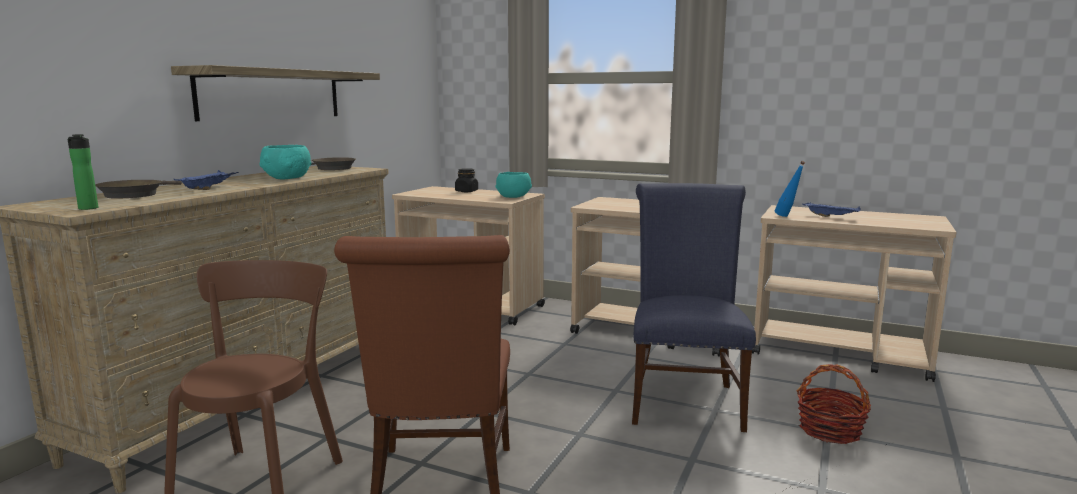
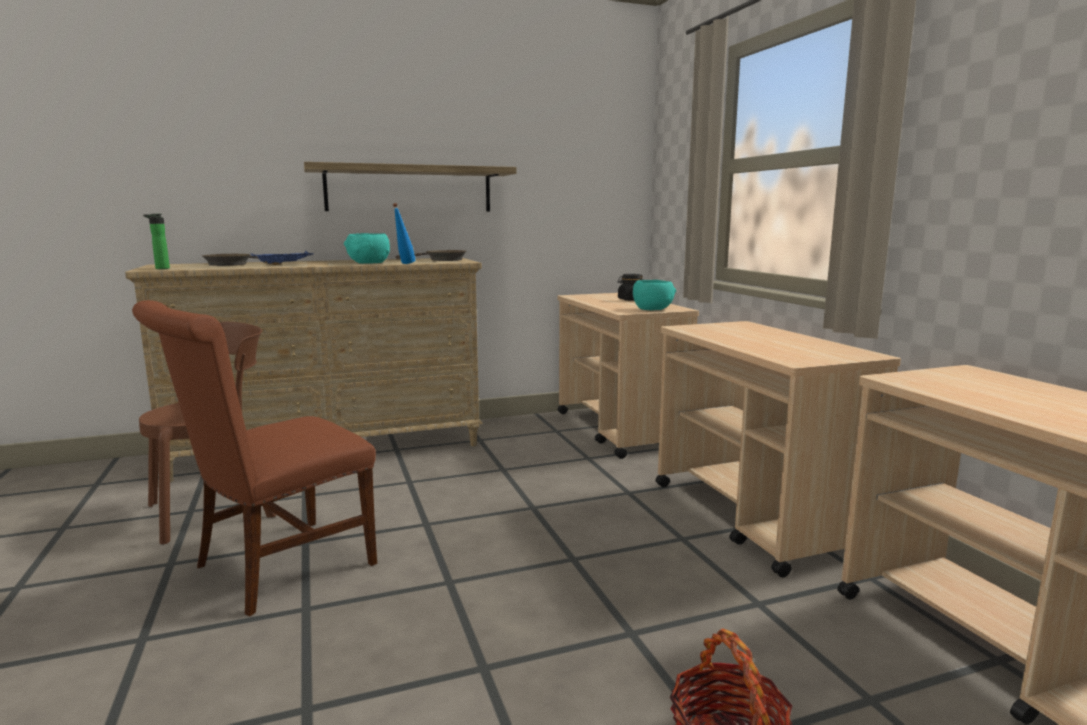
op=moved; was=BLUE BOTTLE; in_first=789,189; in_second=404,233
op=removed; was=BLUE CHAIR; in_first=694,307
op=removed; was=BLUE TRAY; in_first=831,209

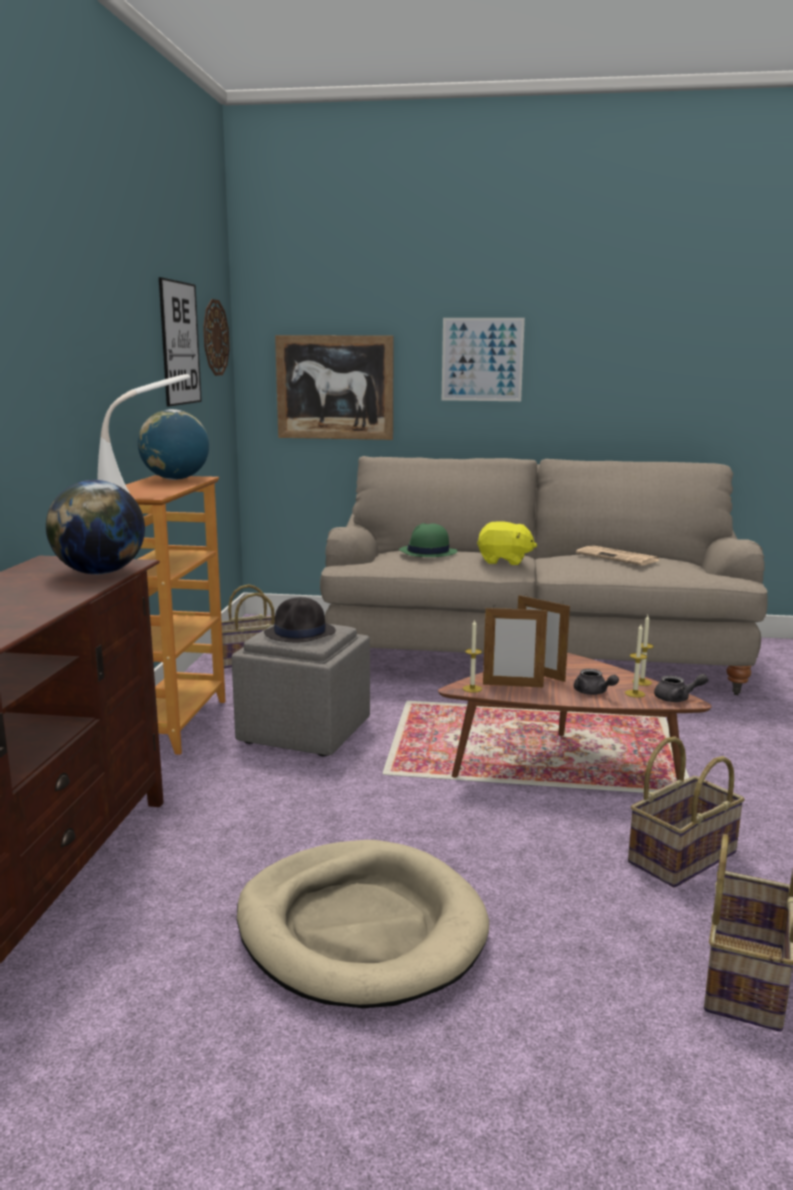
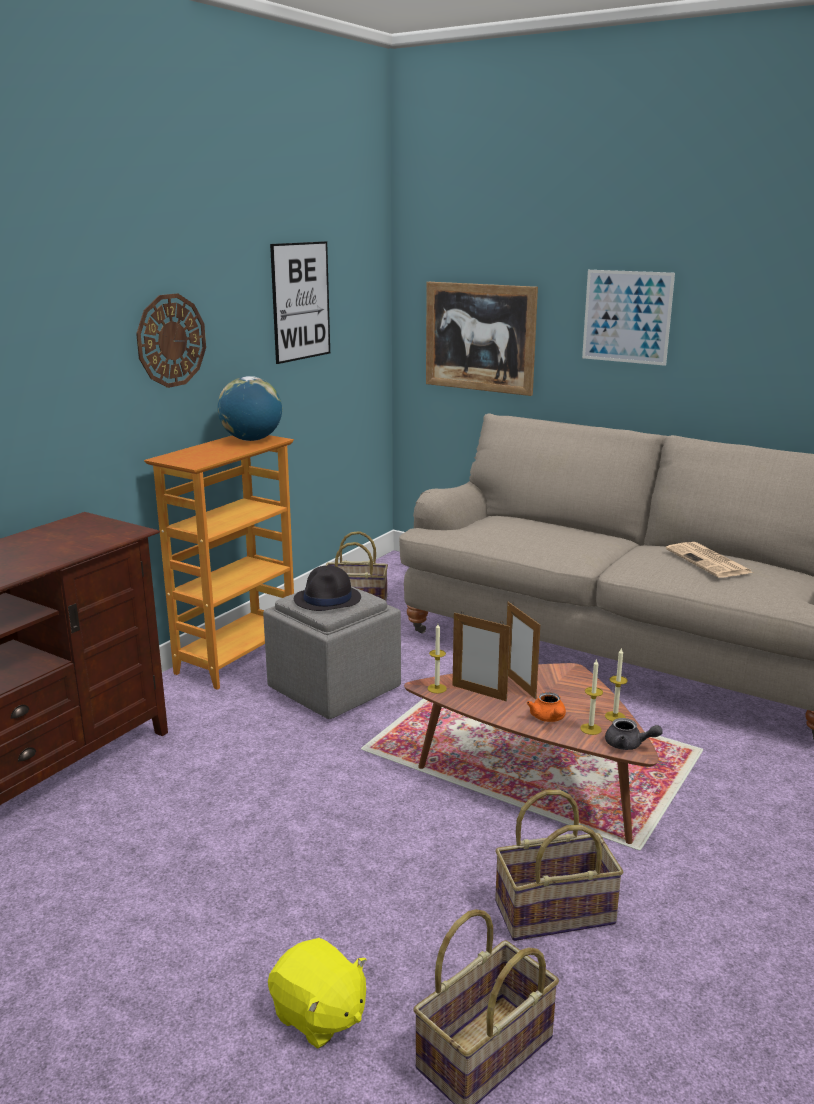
op=moved; was=WALL CLOCK; in_first=216,337; in_second=171,340
op=moved; was=YELLOW PLUSH TOY; in_first=507,543; in_second=317,993
op=recoloured; was=GREY TEAPOT; now=ORANGE TEAPOT; in_first=596,682; in_second=546,707
op=removed; was=GLOBE; in_first=95,527
op=removed; was=WHITE TABLE LAMP; in_first=143,434
op=removed; was=BEIGE DOG BED; in_first=363,924
op=removed; was=GREEN HAT; in_first=428,540

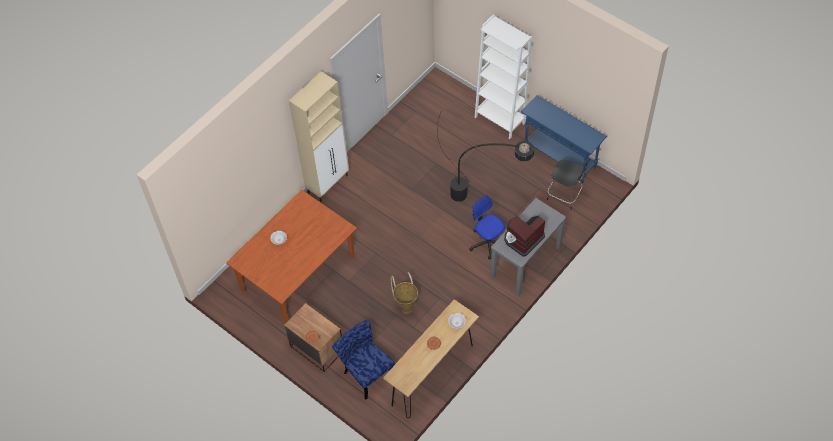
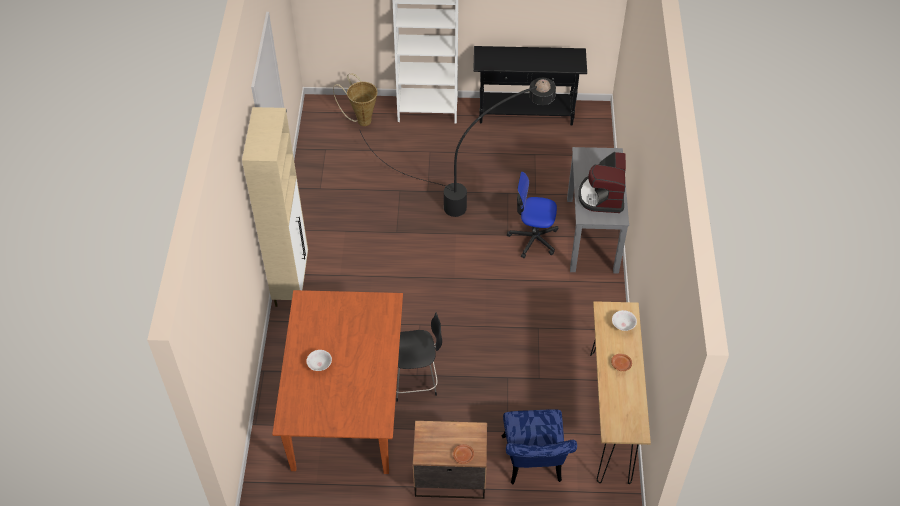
op=moved; was=BASKET; in_first=404,293; in_second=355,100
op=moved; was=BLACK CHAIR; in_first=568,183; in_second=419,357
op=recoloured; was=BLUE CONSOLE TABLE; now=BLACK CONSOLE TABLE; in_first=564,139; in_second=530,86
op=turned; was=BLUE CHAIR; in_first=363,360; in_second=539,446; clockwise=-105

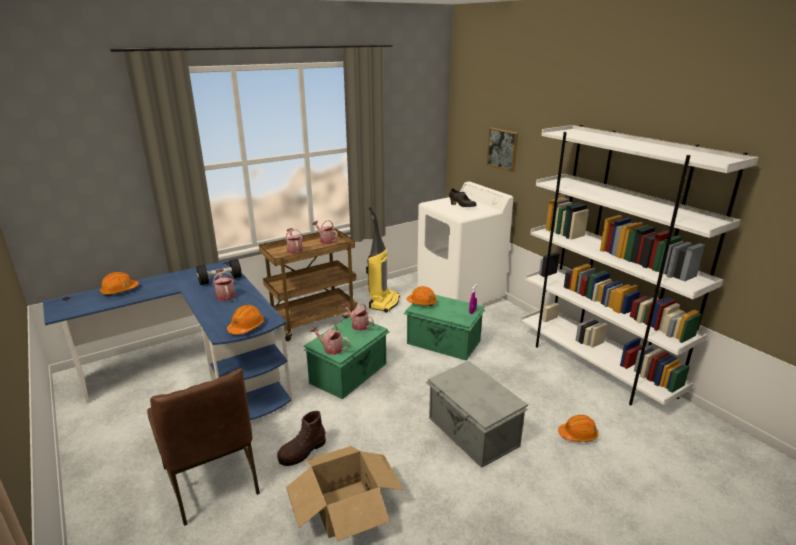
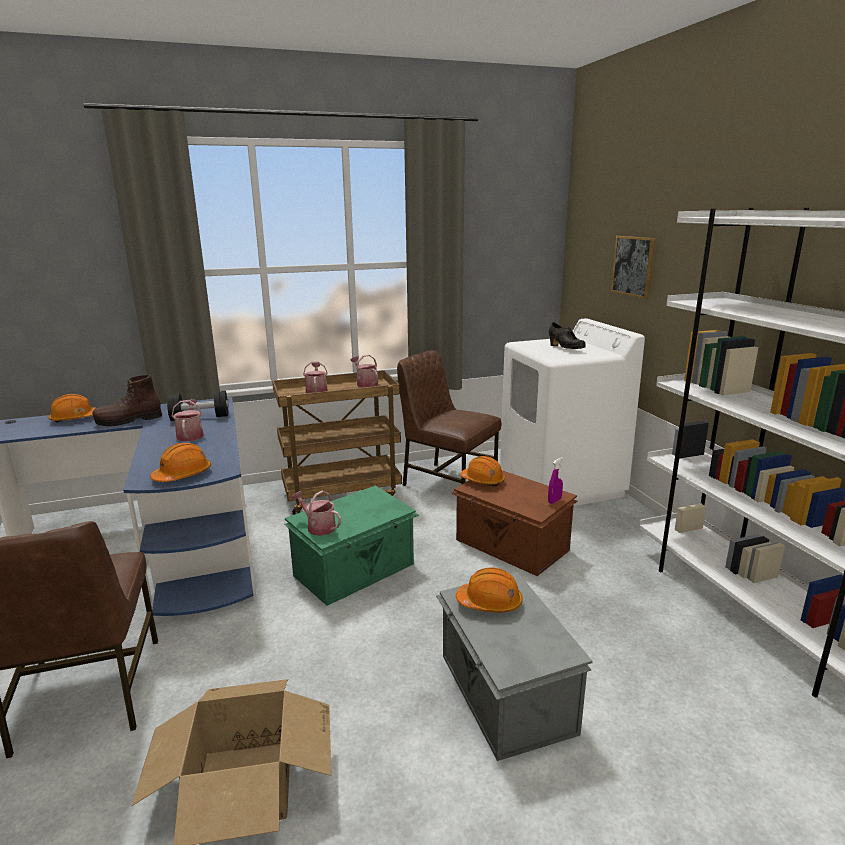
op=moved; was=BROWN BOOT; in_first=301,438; in_second=127,400
op=replaced; was=VACUUM CLEANER; now=BROWN CHAIR; in_first=383,259; in_second=449,418
op=recoloured; was=GREEN STORAGE BOX; now=BROWN STORAGE BOX; in_first=444,328; in_second=514,523
op=moved; was=ORANGE HARD HAT; in_first=578,428; in_second=489,590
op=removed; was=WATERING CAN; in_first=357,316

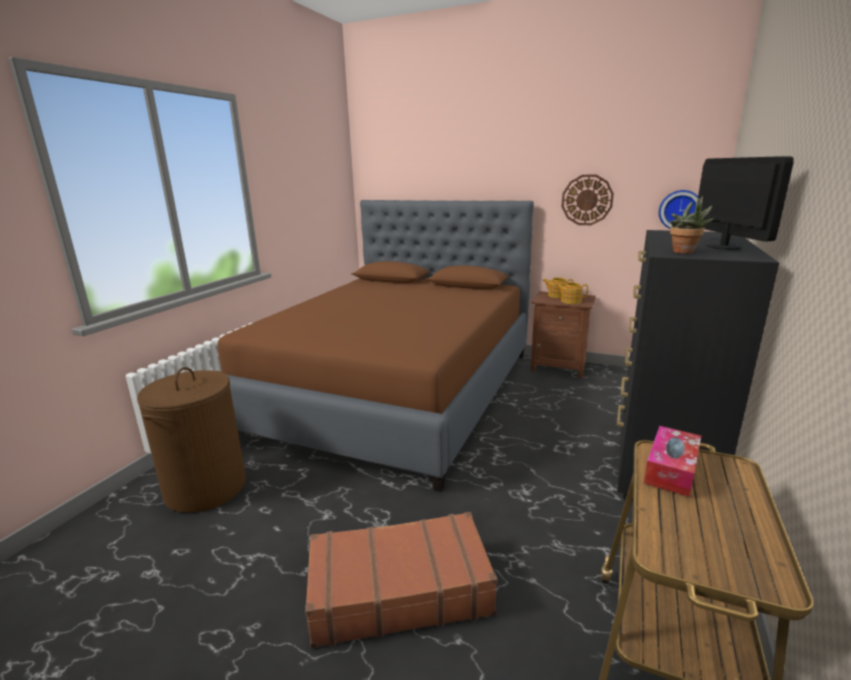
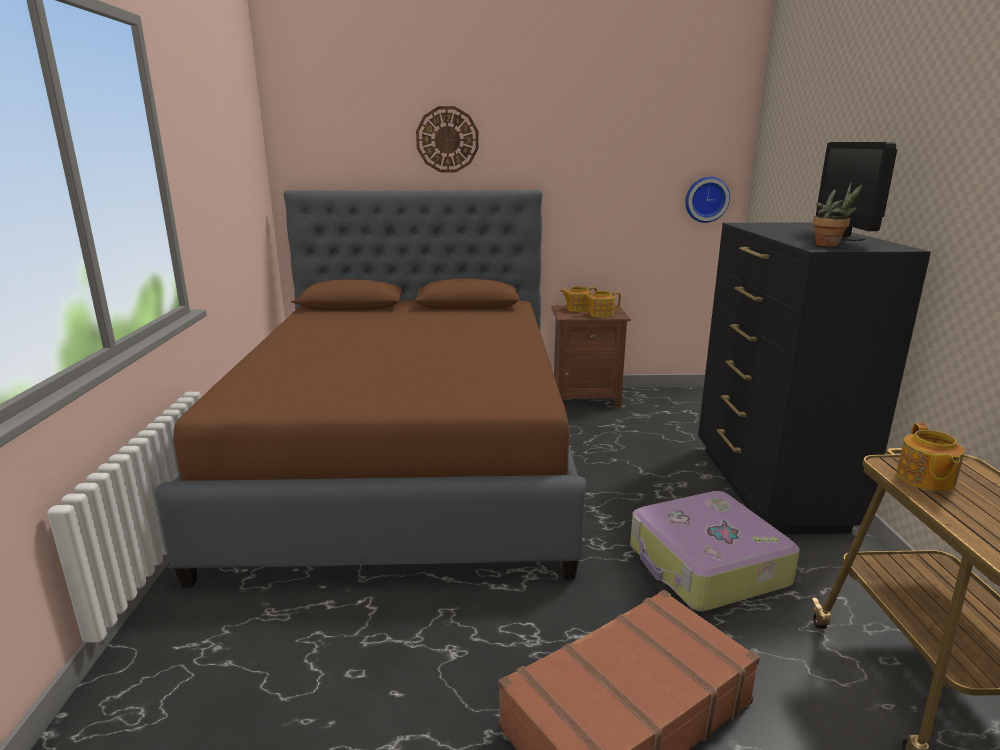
op=moved; was=WALL CLOCK; in_first=587,199; in_second=447,139
op=added; now=SUITCASE; in_second=715,551
op=turned; was=MONITOR; in_first=746,203; in_second=856,191; clockwise=-150
op=replaced; was=TISSUE BOX; now=TEAPOT; in_first=672,461; in_second=930,457
op=removed; was=BROWN LAUNDRY BASKET; in_first=191,440

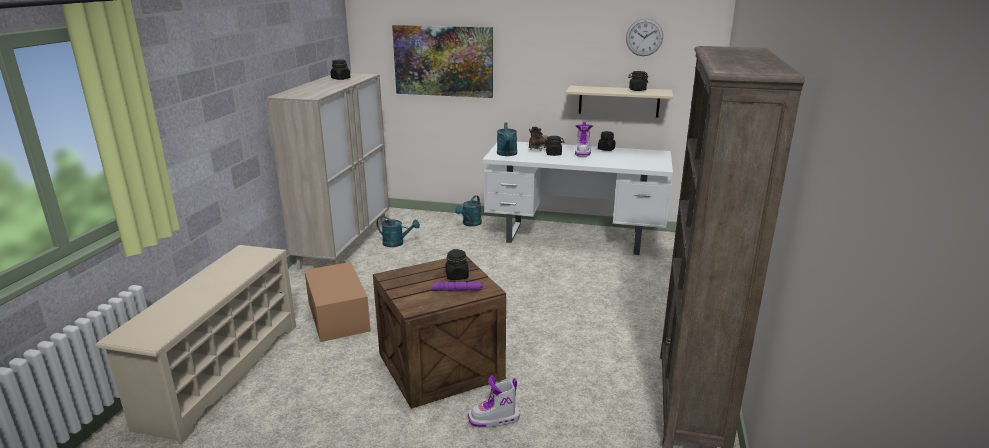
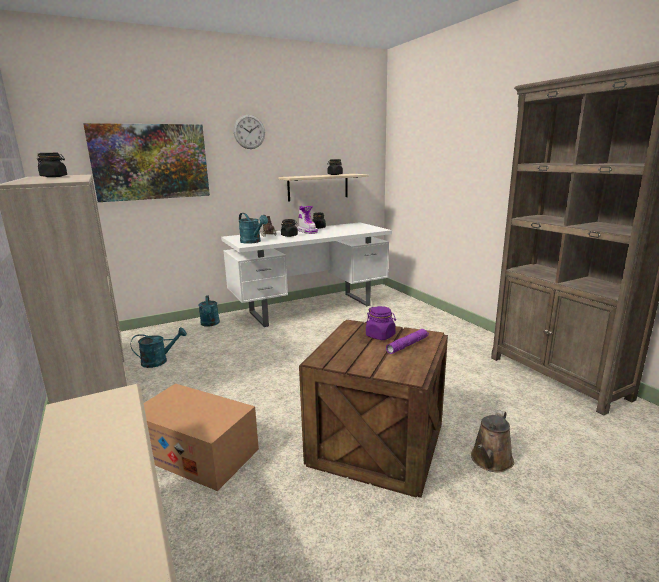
op=moved; was=WALL CLOCK; in_first=644,37; in_second=249,132
op=recoloured; was=BLACK JAR; now=PURPLE JAR; in_first=457,264; in_second=381,323
op=replaced; was=BOOT; now=BROWN WATERING CAN; in_first=494,401; in_second=492,441

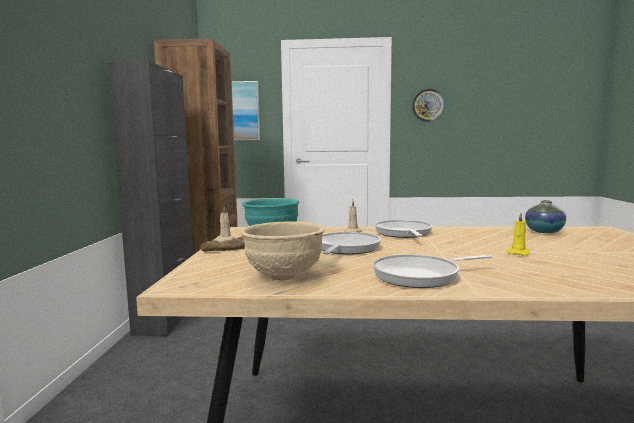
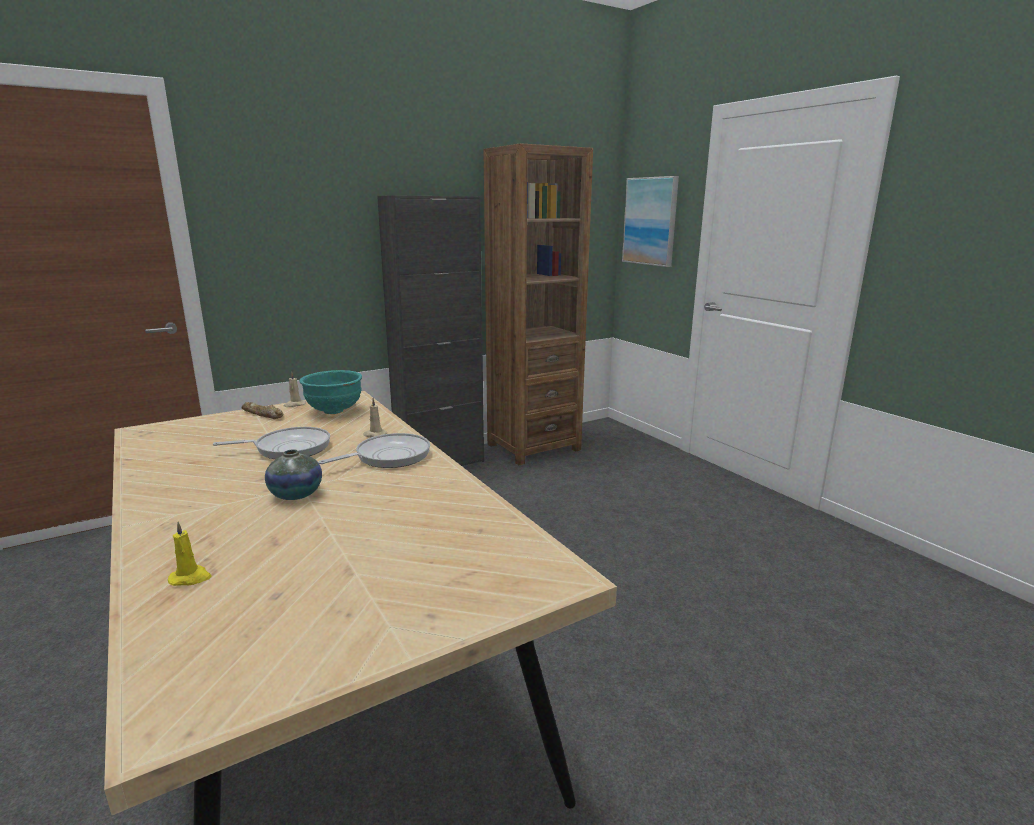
op=moved; was=YELLOW CANDLE; in_first=518,234; in_second=190,554
op=moved; was=VASE; in_first=545,216; in_second=293,474
op=removed; was=BEIGE BOWL; in_first=282,250
op=removed; was=FRYING PAN; in_first=432,271
op=removed; was=WALL CLOCK; in_first=428,105

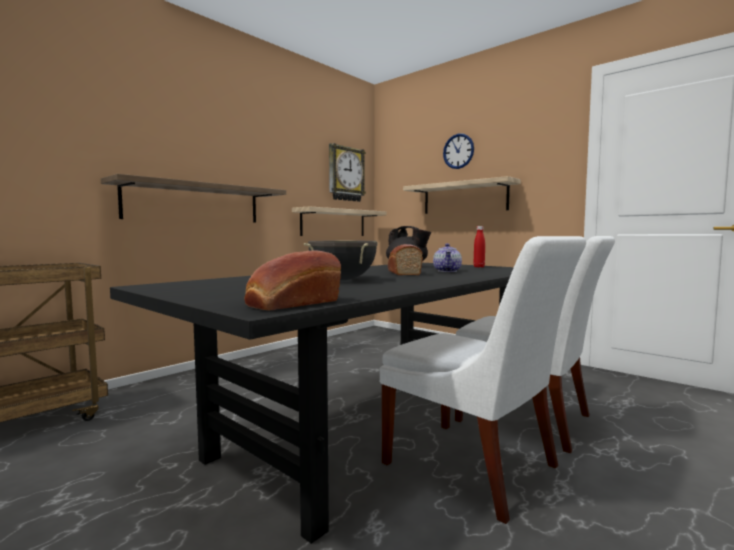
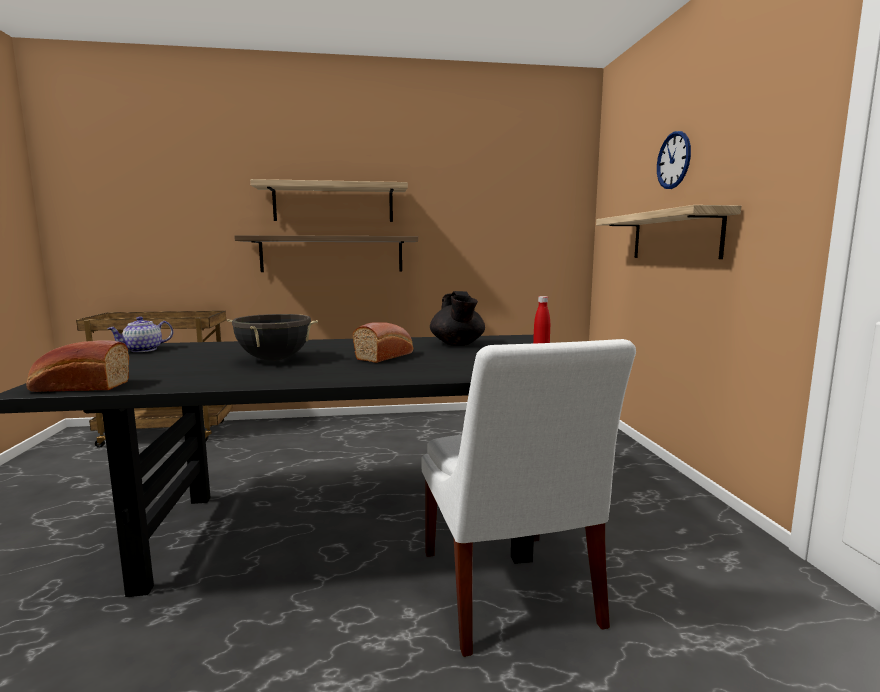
op=moved; was=TEAPOT; in_first=447,257; in_second=140,334
op=moved; was=SHELF; in_first=339,221; in_second=329,200
op=removed; was=WALL CLOCK; in_first=347,172
op=removed; was=WHITE CHAIR; in_first=483,380

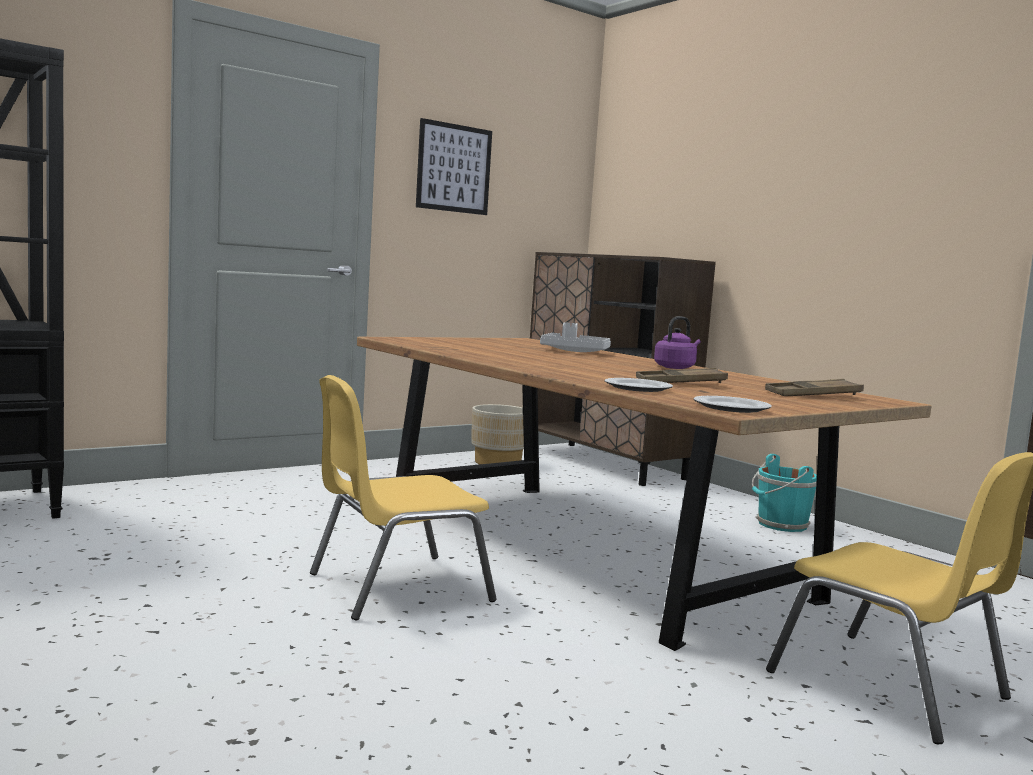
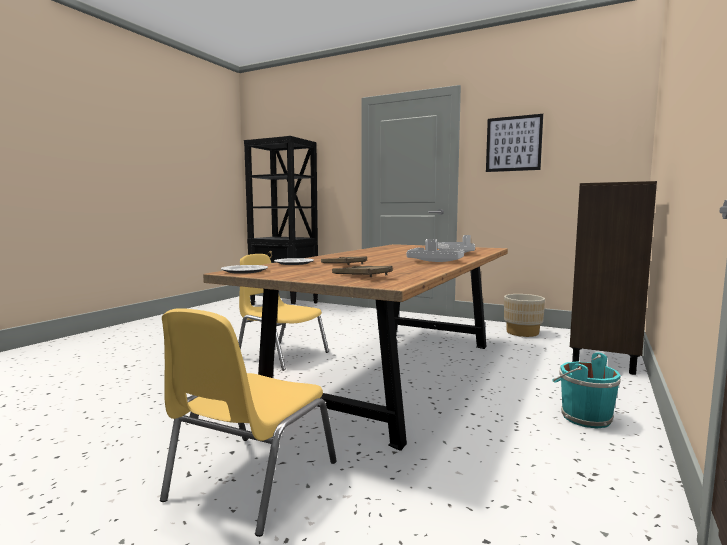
op=replaced; was=PURPLE KETTLE; now=GREY TRAY; in_first=677,342; in_second=435,250

